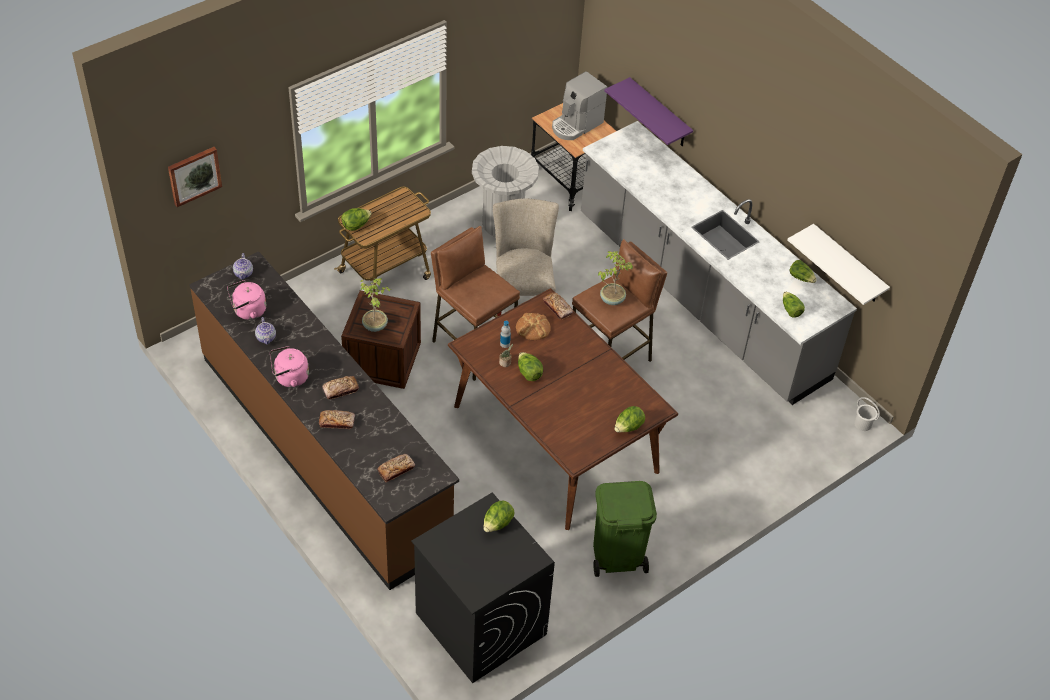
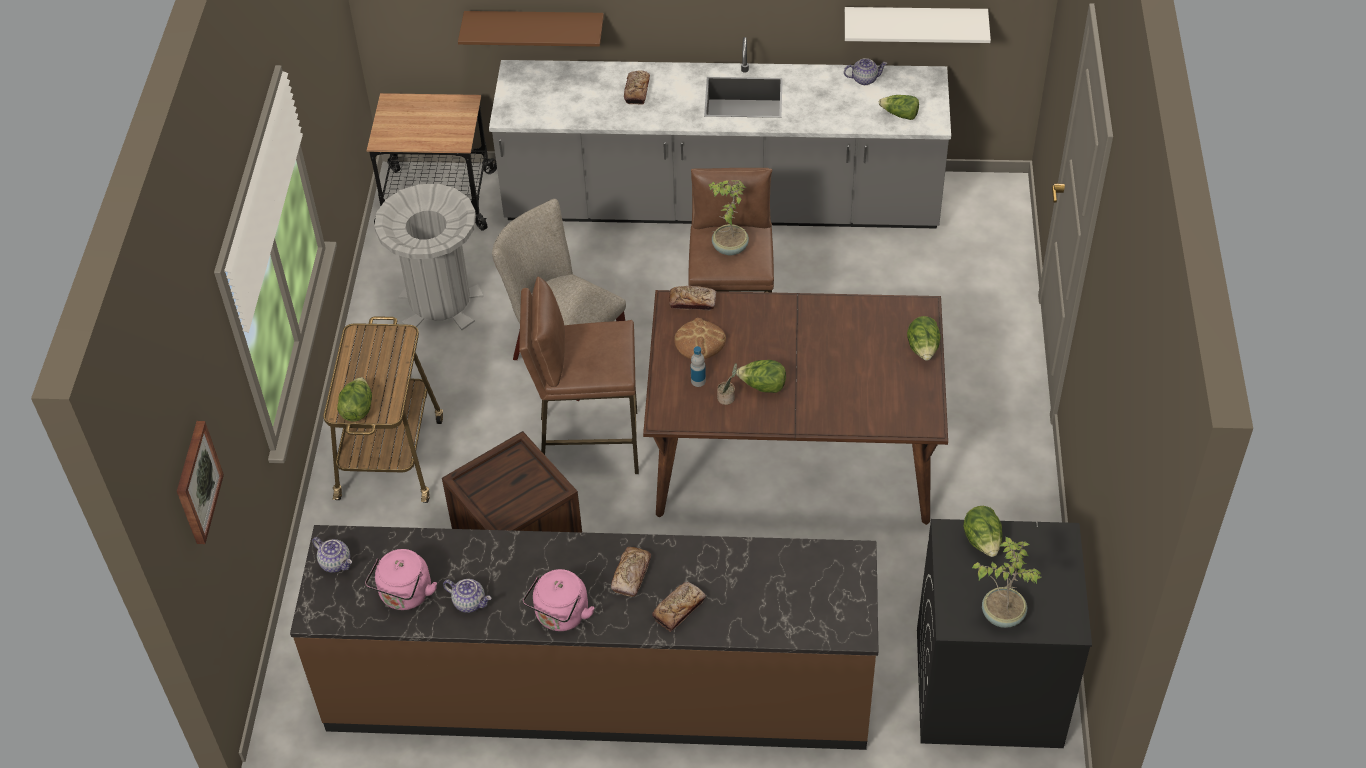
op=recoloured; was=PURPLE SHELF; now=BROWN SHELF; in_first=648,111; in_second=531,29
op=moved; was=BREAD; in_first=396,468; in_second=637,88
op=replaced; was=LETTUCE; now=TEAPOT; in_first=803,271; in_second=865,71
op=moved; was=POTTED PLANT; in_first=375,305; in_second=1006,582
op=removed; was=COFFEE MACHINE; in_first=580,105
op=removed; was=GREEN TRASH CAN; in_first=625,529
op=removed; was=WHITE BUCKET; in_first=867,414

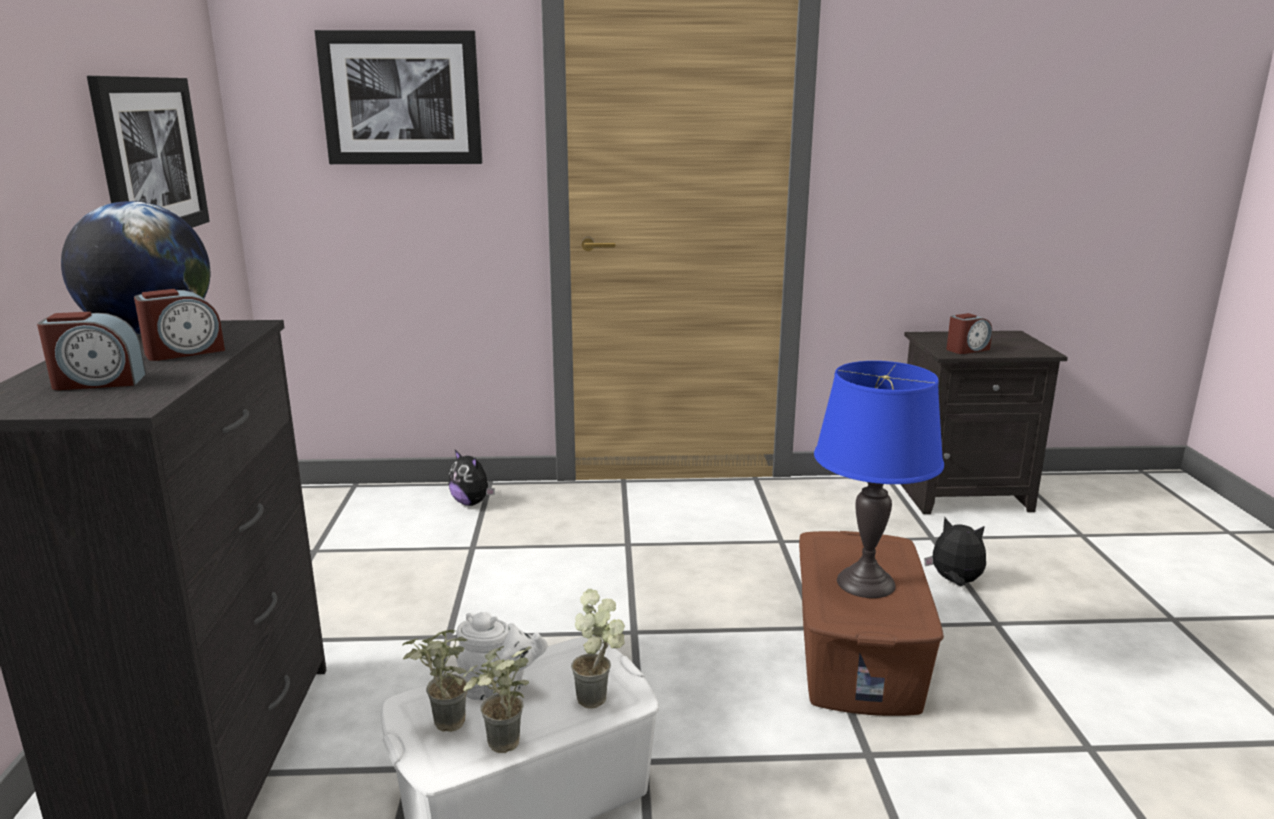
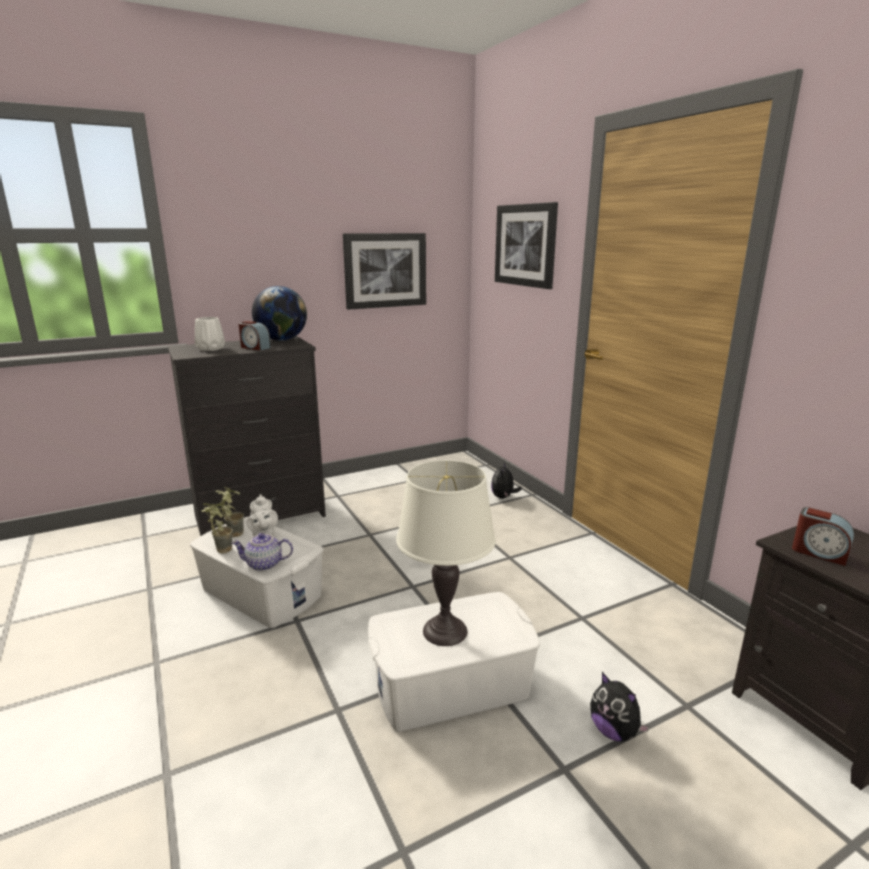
op=replaced; was=ALARM CLOCK; now=WHITE VASE; in_first=91,351; in_second=210,334
op=replaced; was=POTTED PLANT; now=TEAPOT; in_first=598,648; in_second=262,552
op=recoloured; was=BROWN STORAGE BOX; now=WHITE STORAGE BOX; in_first=871,623; in_second=454,662
op=recoloured; was=BLUE TABLE LAMP; now=WHITE TABLE LAMP; in_first=879,479; in_second=446,553
op=turned; was=PLUSH TOY; in_first=955,552; in_second=620,707; clockwise=135

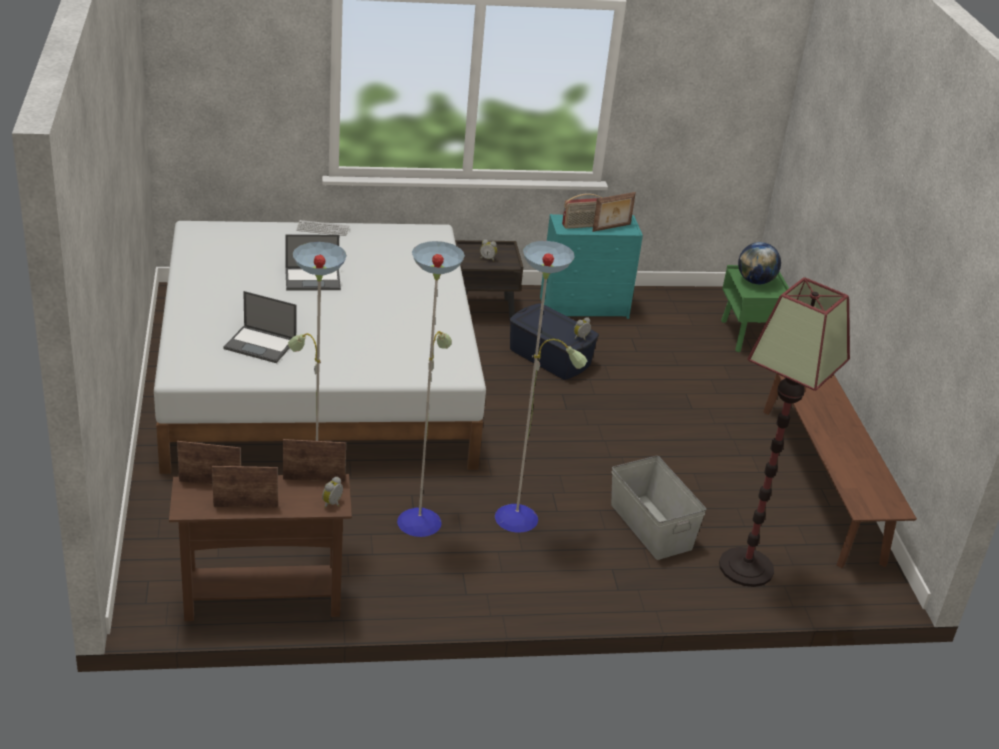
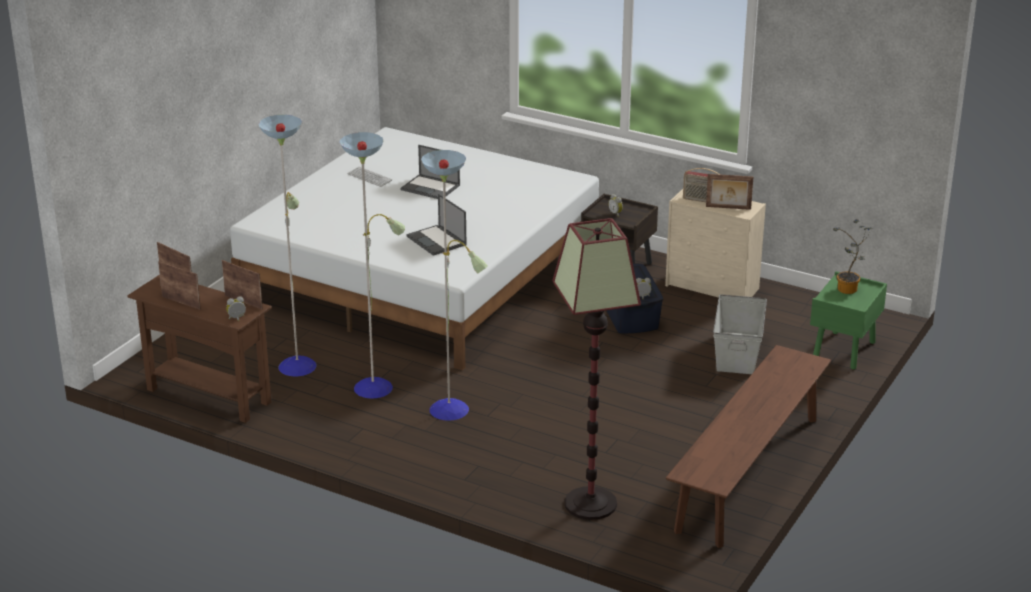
op=moved; was=KEYBOARD; in_first=322,228; in_second=370,177
op=moved; was=LAPTOP; in_first=260,327; in_second=436,225
op=recoloured; was=TURQUOISE DRESSER; now=BEIGE DRESSER; in_first=591,266; in_second=715,243
op=moved; was=GREY STORAGE BOX; in_first=658,508; in_second=740,334
op=replaced; was=GLOBE; now=POTTED PLANT; in_first=759,263; in_second=853,256

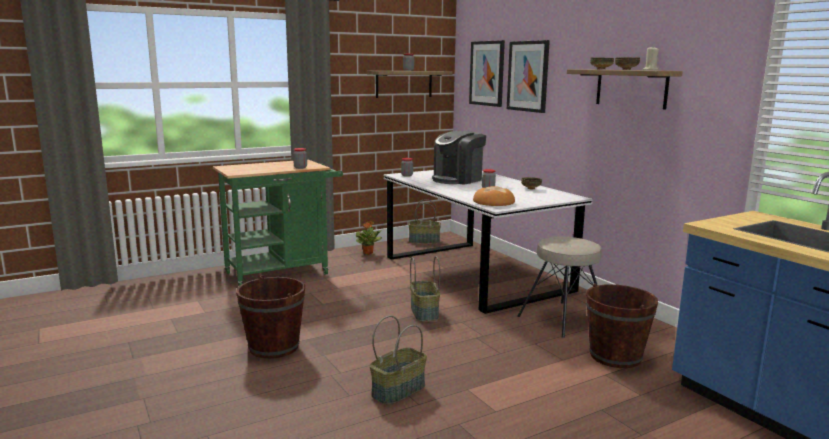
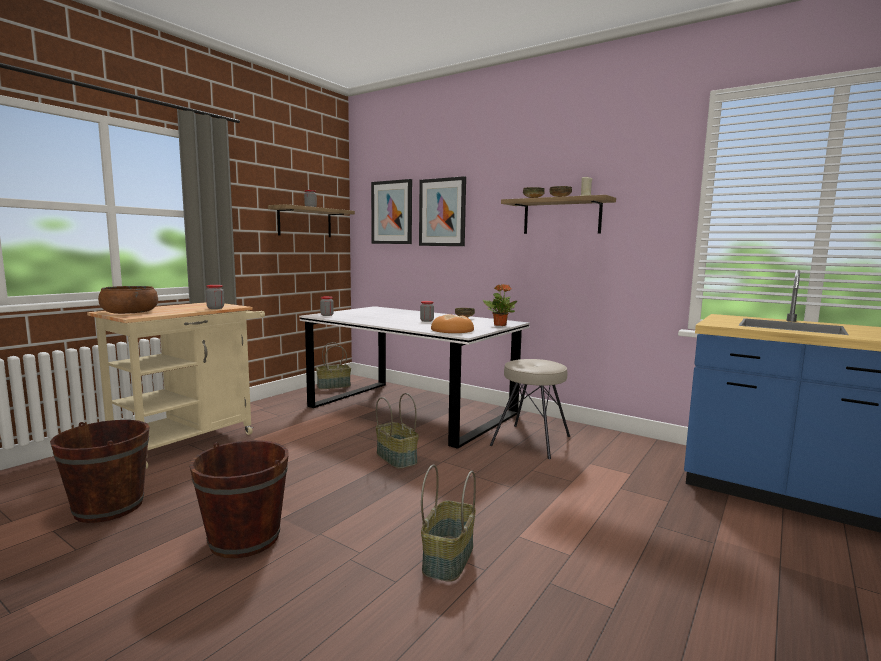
op=moved; was=BROWN BUCKET; in_first=622,325; in_second=100,471
op=recoloured; was=GREEN CART; now=BEIGE CART; in_first=278,223; in_second=176,385
op=added; now=BROWN BOWL; in_second=128,300
op=moved; was=POTTED PLANT; in_first=369,238; in_second=500,305
op=removed; was=COFFEE MACHINE; in_first=459,158

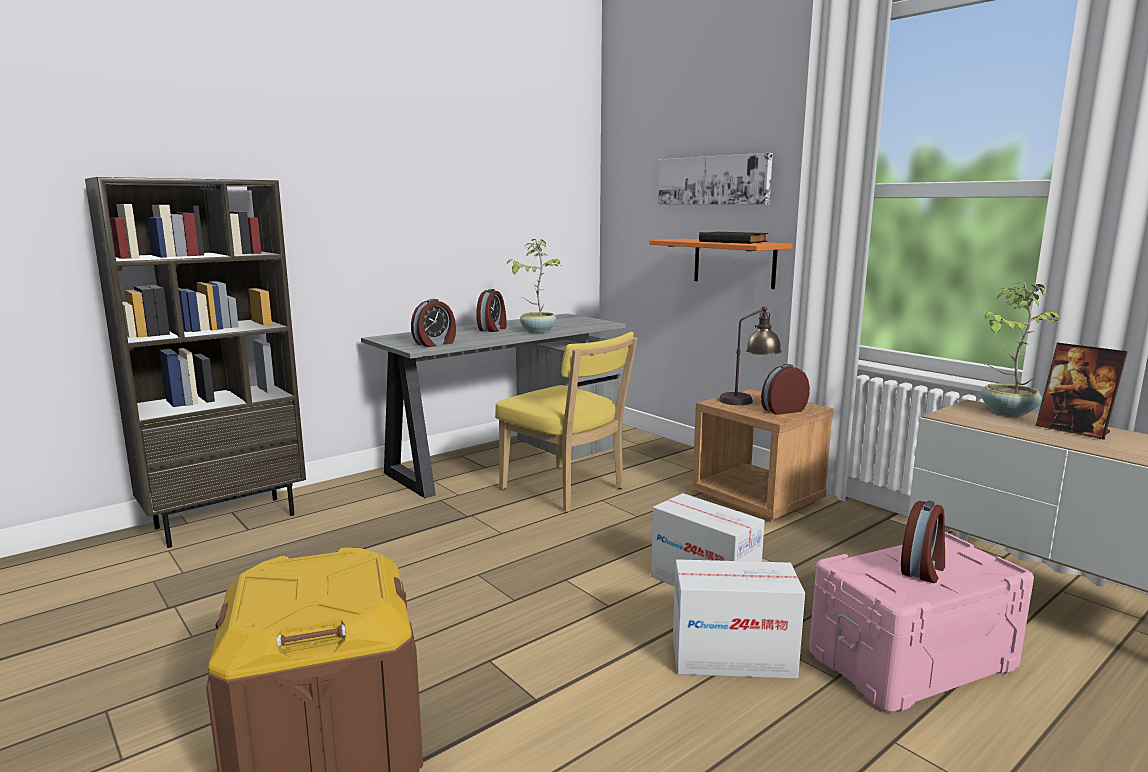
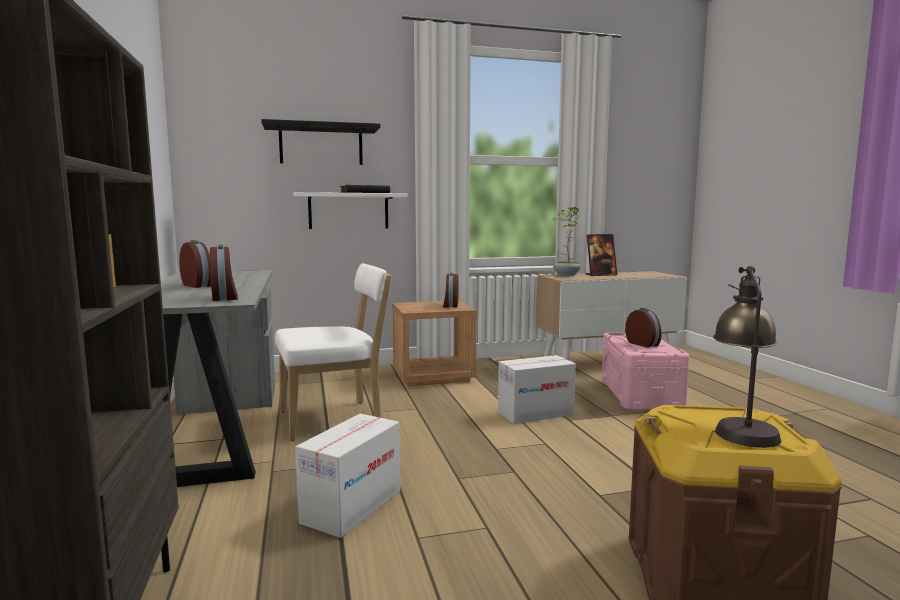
op=replaced; was=PICTURE; now=BLACK SHELF; in_first=715,179; in_second=320,142
op=recoloured; was=YELLOW CHAIR; now=WHITE CHAIR; in_first=566,422; in_second=333,352
op=recoloured; was=ORANGE SHELF; now=WHITE SHELF; in_first=721,264; in_second=351,210
op=moved; was=CARDBOARD BOX; in_first=739,619; in_second=347,476
op=moved; was=TABLE LAMP; in_first=750,356; in_second=747,357
op=removed; was=POTTED PLANT; in_first=533,286

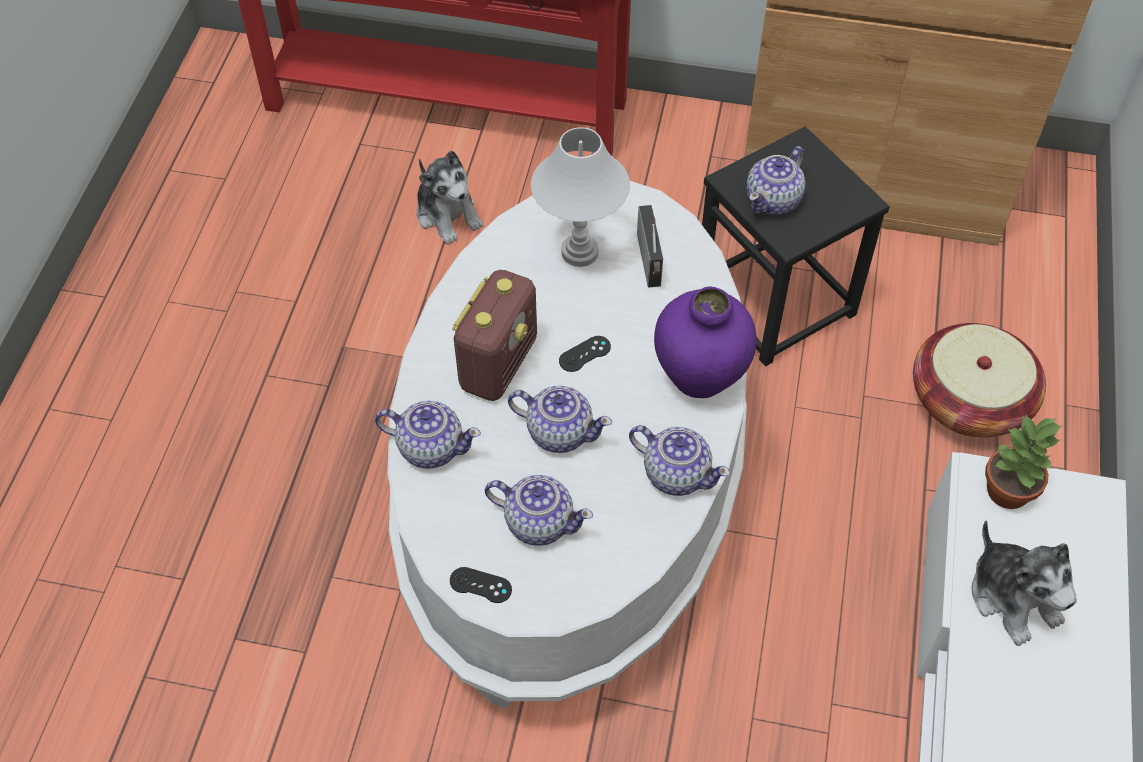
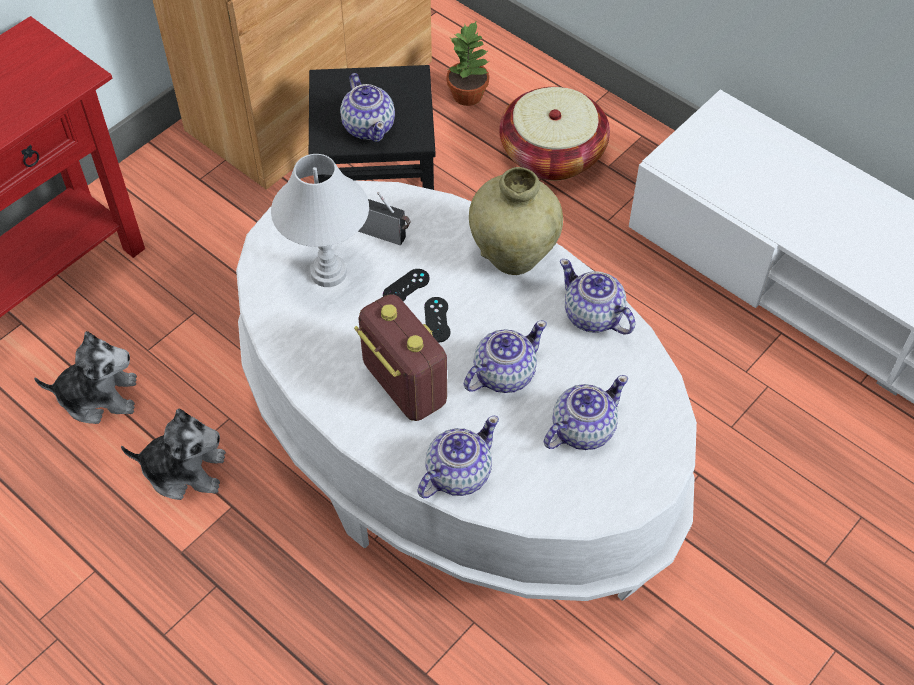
op=moved; was=PLUSH TOY; in_first=1024,583; in_second=173,454
op=moved; was=BLACK GAME CONTROLLER; in_first=481,585; in_second=406,285
op=moved; was=POTTED PLANT; in_first=1023,461; in_second=468,63
op=recoloured; was=PURPLE VASE; now=BEIGE VASE; in_first=705,342; in_second=516,221
op=turned; was=TEAPOT; in_first=679,460; in_second=597,297; clockwise=-105

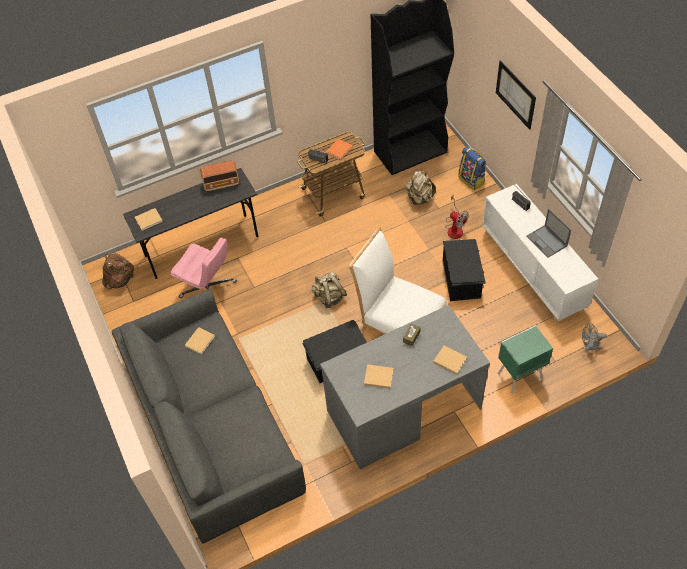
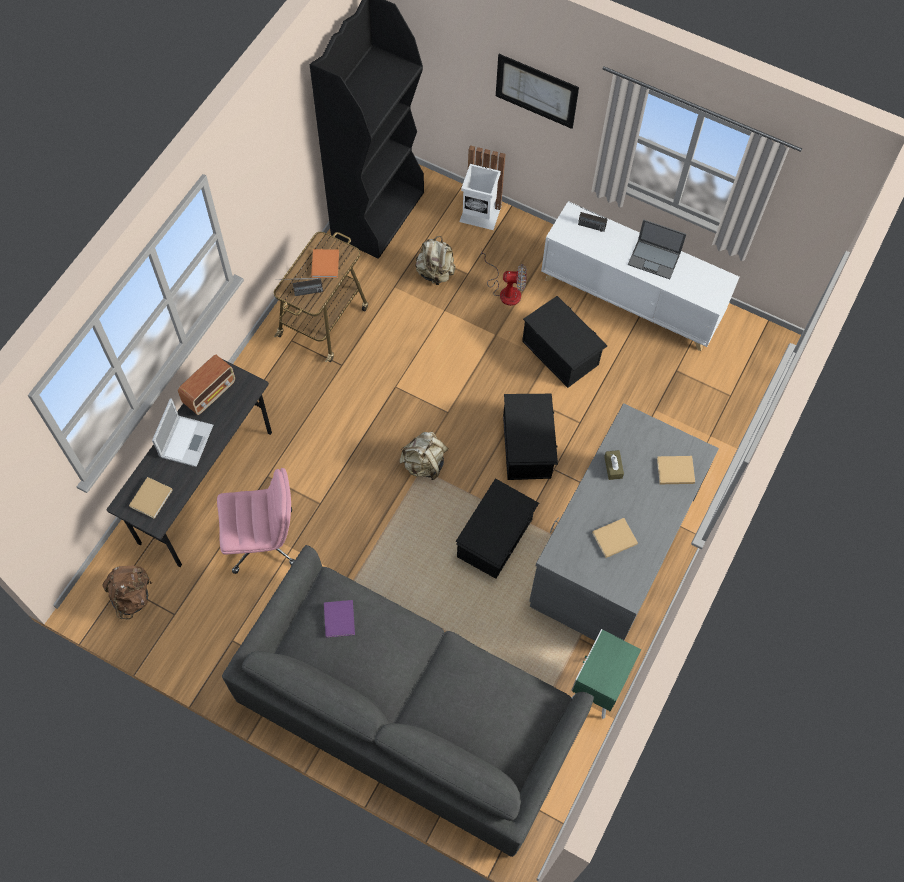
op=added; now=LAPTOP; in_second=182,432
op=recoloured; was=BEIGE BOOK; now=PURPLE BOOK; in_first=200,341; in_second=339,619
op=replaced; was=BACKPACK; now=WHITE TRASH CAN; in_first=472,168; in_second=482,187
op=replaced; was=WHITE CHAIR; now=BLACK STORAGE BOX; in_first=397,280; in_second=530,437
op=moved; was=GREEN NIGHTSTAND; in_first=525,359; in_second=606,674
op=removed; was=GREY FAN; in_first=594,336

